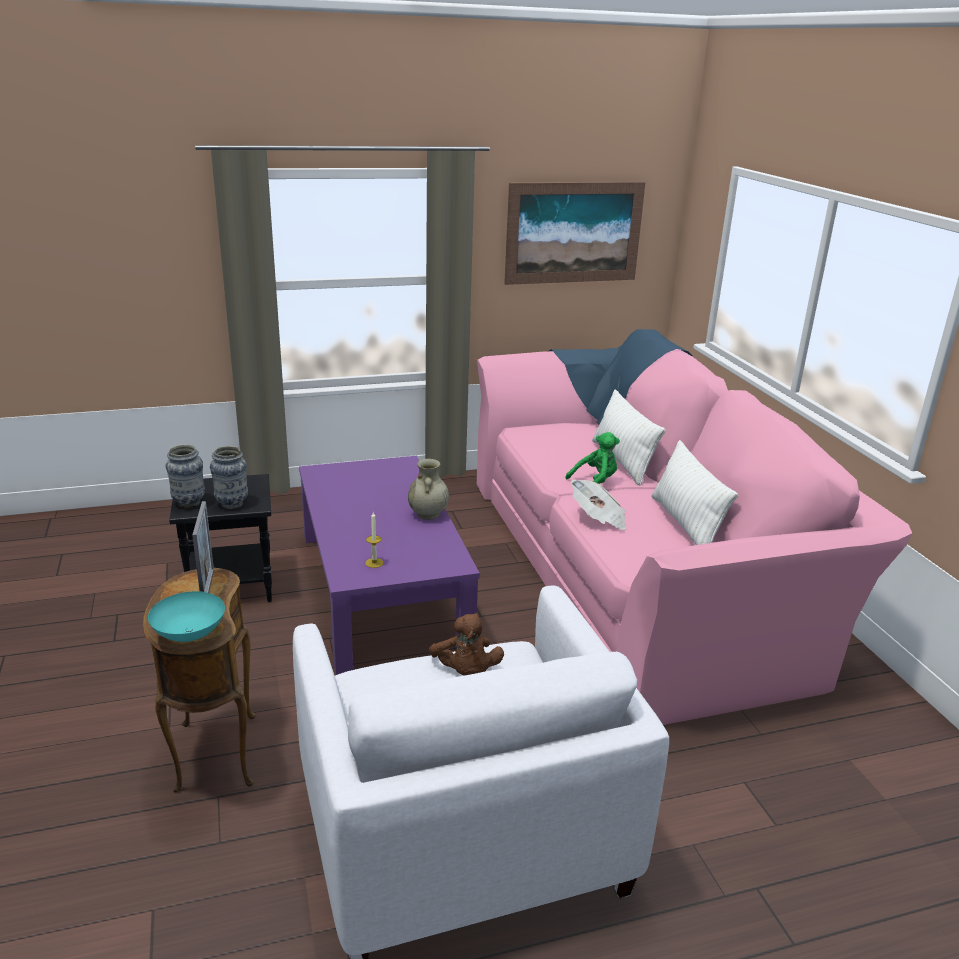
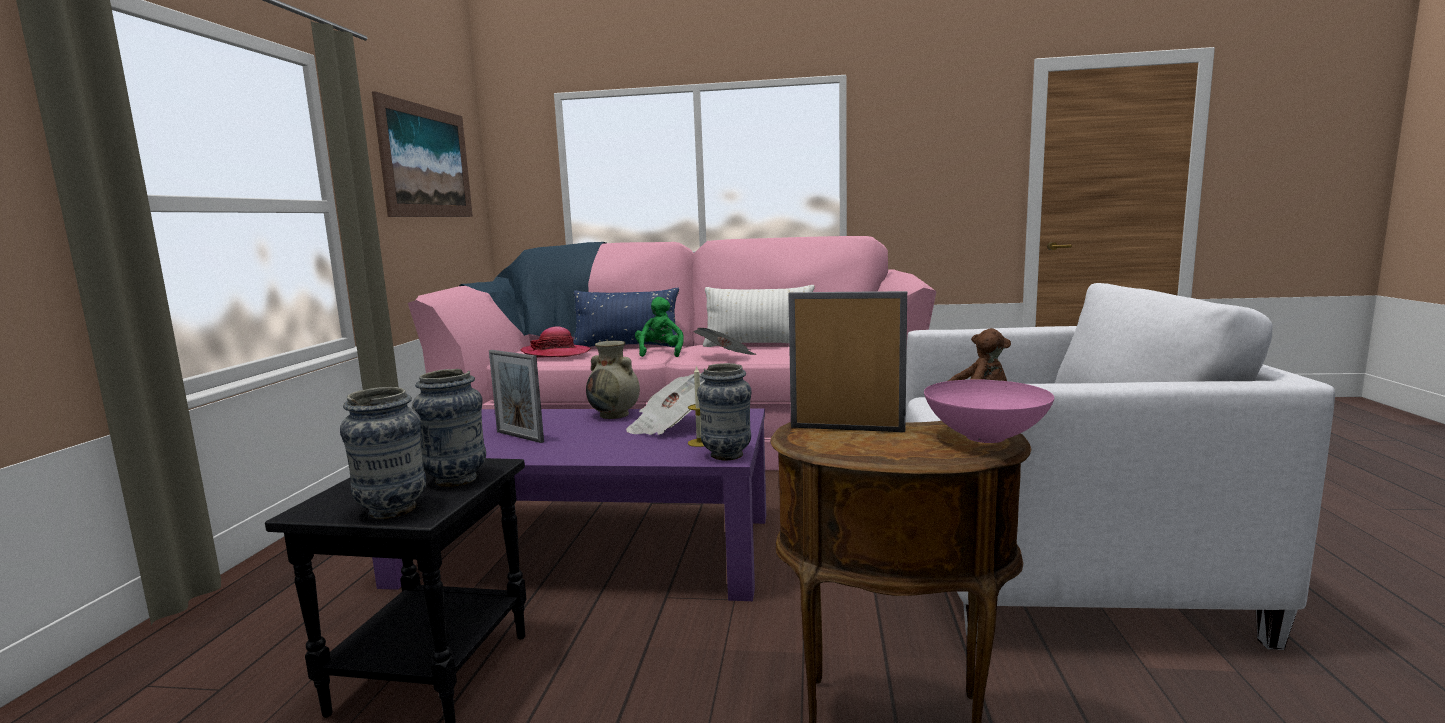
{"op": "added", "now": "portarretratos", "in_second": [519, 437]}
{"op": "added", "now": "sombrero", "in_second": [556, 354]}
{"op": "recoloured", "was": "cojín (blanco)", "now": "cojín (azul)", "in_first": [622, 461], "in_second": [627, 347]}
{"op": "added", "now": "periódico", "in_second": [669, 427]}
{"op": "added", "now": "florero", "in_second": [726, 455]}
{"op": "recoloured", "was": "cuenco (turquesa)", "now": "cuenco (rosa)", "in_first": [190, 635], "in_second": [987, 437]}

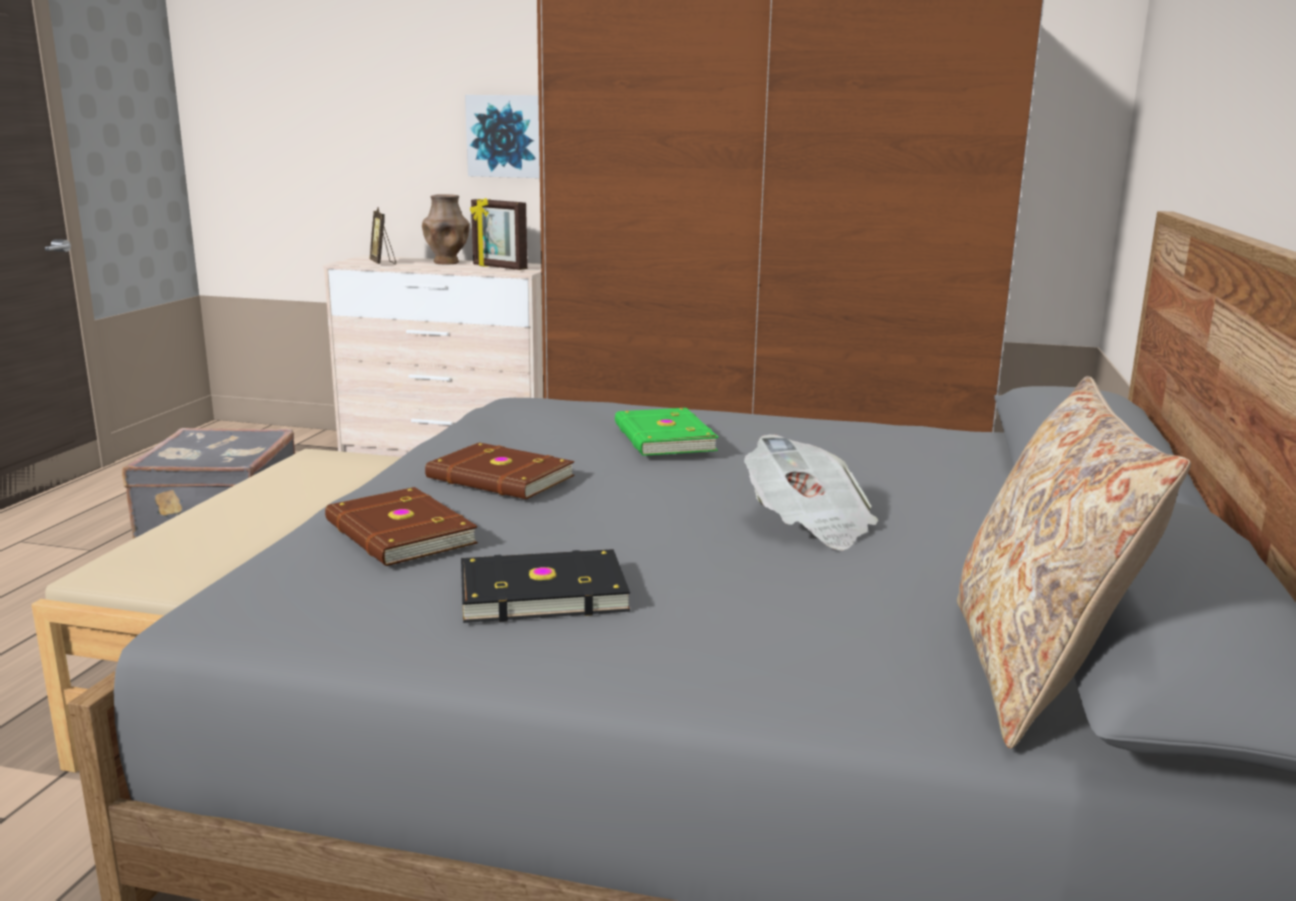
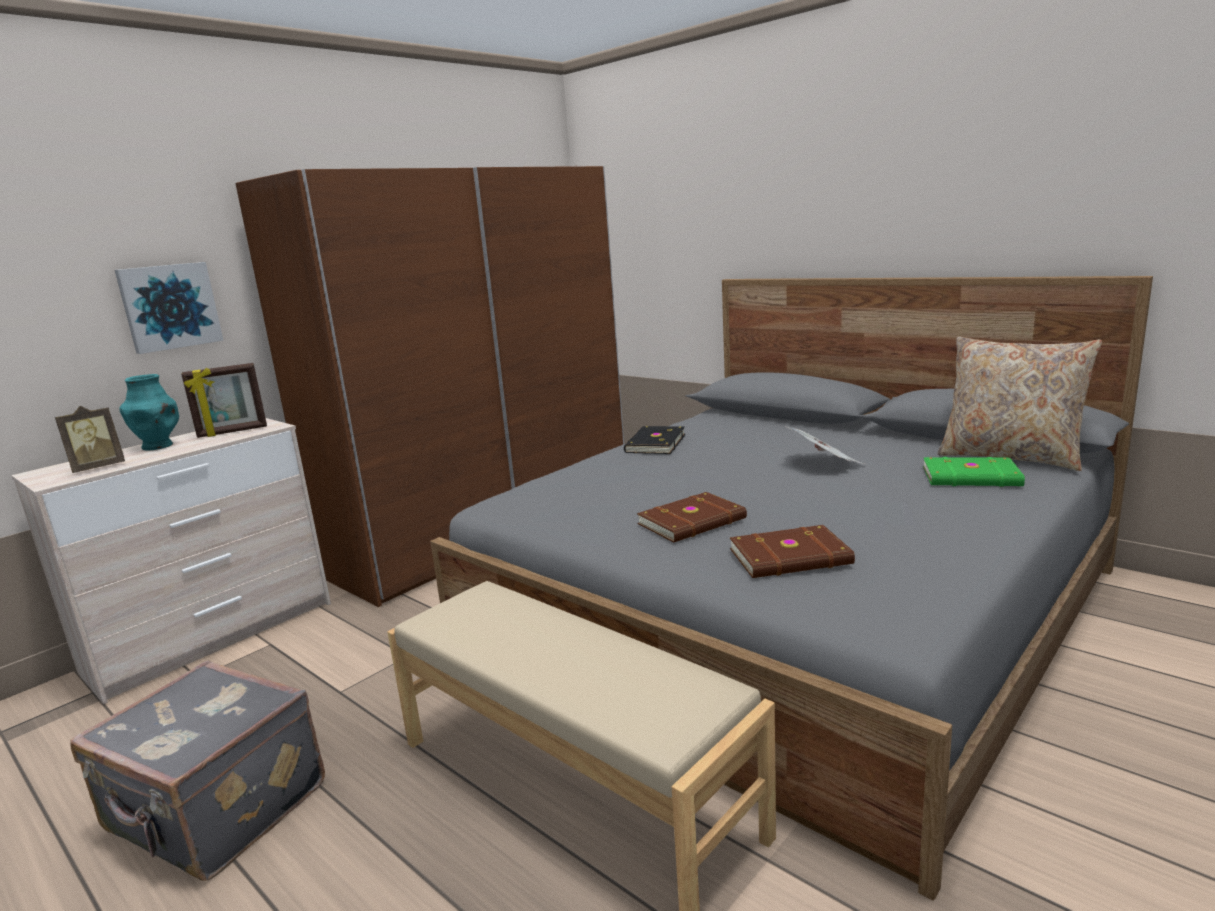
{"op": "turned", "was": "portarretratos", "in_first": [383, 263], "in_second": [98, 467], "clockwise": -45}
{"op": "recoloured", "was": "florero (marrón)", "now": "florero (turquesa)", "in_first": [447, 262], "in_second": [158, 446]}
{"op": "moved", "was": "libro (negro)", "in_first": [541, 592], "in_second": [654, 444]}
{"op": "moved", "was": "libro (verde)", "in_first": [662, 438], "in_second": [972, 477]}

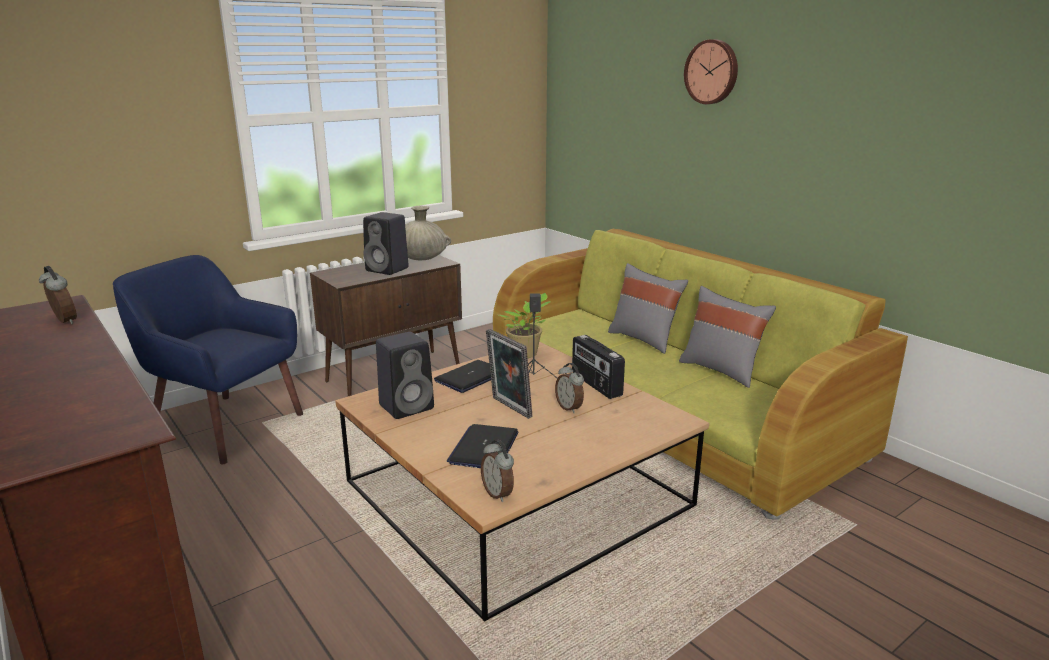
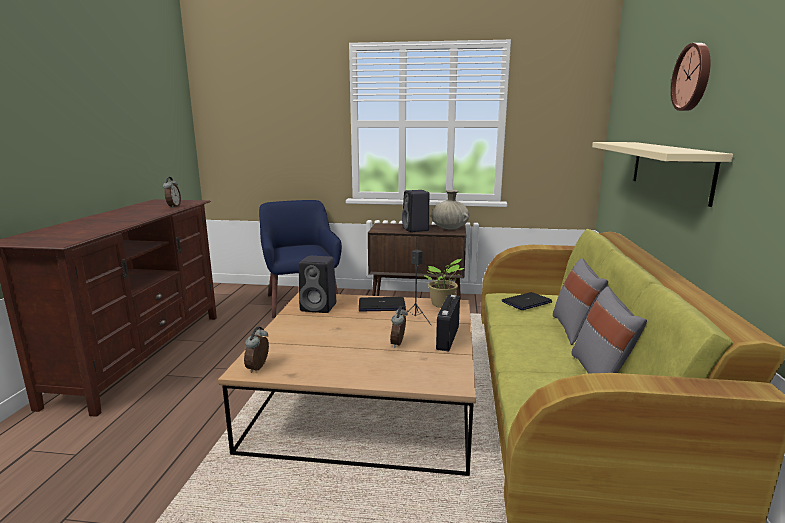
{"op": "moved", "was": "portátil", "in_first": [484, 448], "in_second": [526, 302]}
{"op": "added", "now": "estante (beis)", "in_second": [669, 169]}
{"op": "removed", "was": "portarretratos", "in_first": [509, 408]}

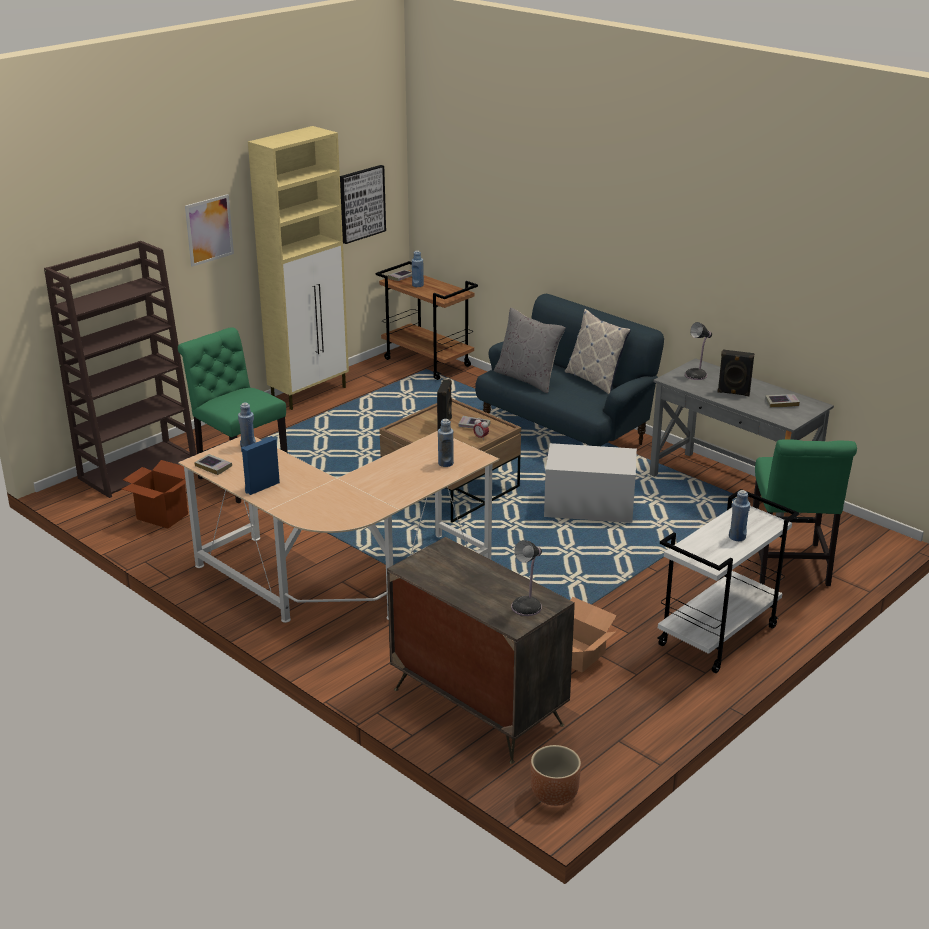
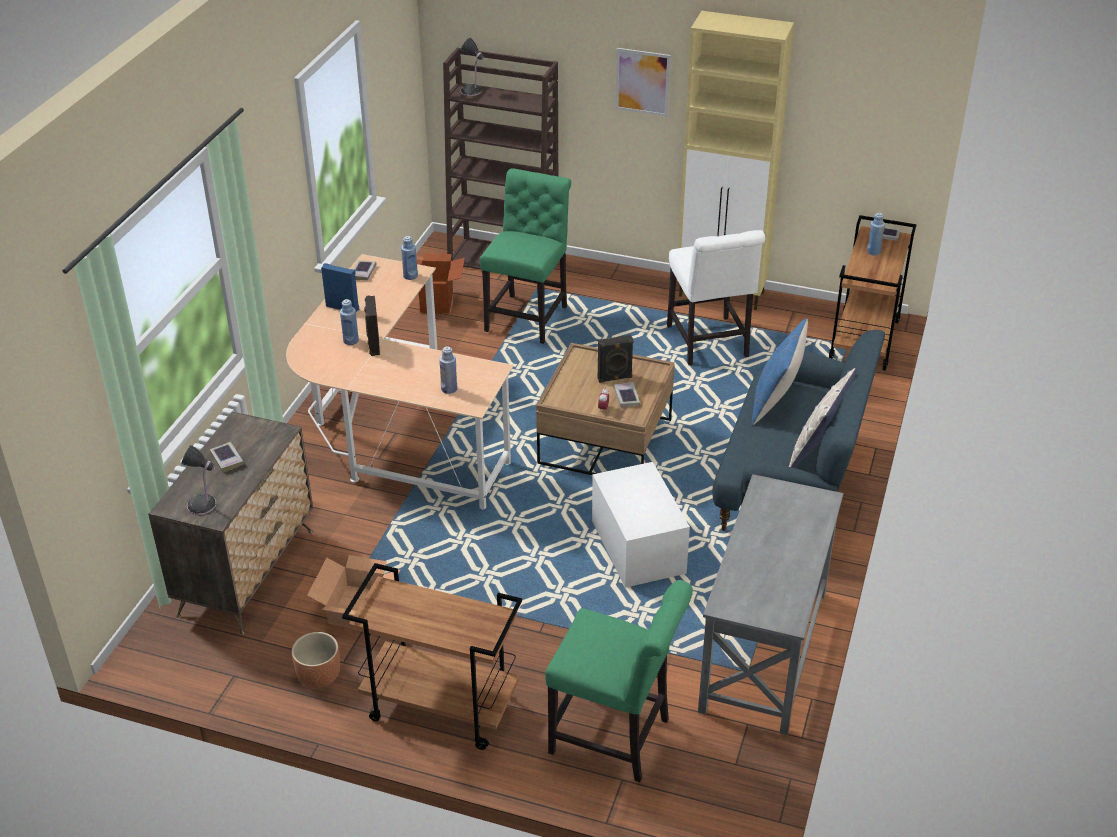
{"op": "moved", "was": "libro", "in_first": [781, 403], "in_second": [227, 459]}
{"op": "moved", "was": "maceta (marrón)", "in_first": [555, 794], "in_second": [319, 676]}
{"op": "moved", "was": "botella (azul)", "in_first": [737, 537], "in_second": [351, 341]}
{"op": "recoloured", "was": "carrito (blanco)", "now": "carrito (marrón)", "in_first": [718, 637], "in_second": [439, 708]}
{"op": "moved", "was": "altavoz (negro)", "in_first": [733, 393], "in_second": [373, 345]}
{"op": "moved", "was": "lámpara de mesa", "in_first": [697, 375], "in_second": [472, 91]}
{"op": "turned", "was": "silla (verde)", "in_first": [789, 567], "in_second": [615, 738], "clockwise": -135}
{"op": "added", "now": "silla (blanco)", "in_second": [709, 344]}
{"op": "recoloured", "was": "cojín (gris)", "now": "cojín (azul)", "in_first": [527, 379], "in_second": [776, 402]}
{"op": "removed", "was": "cuadro", "in_first": [361, 203]}

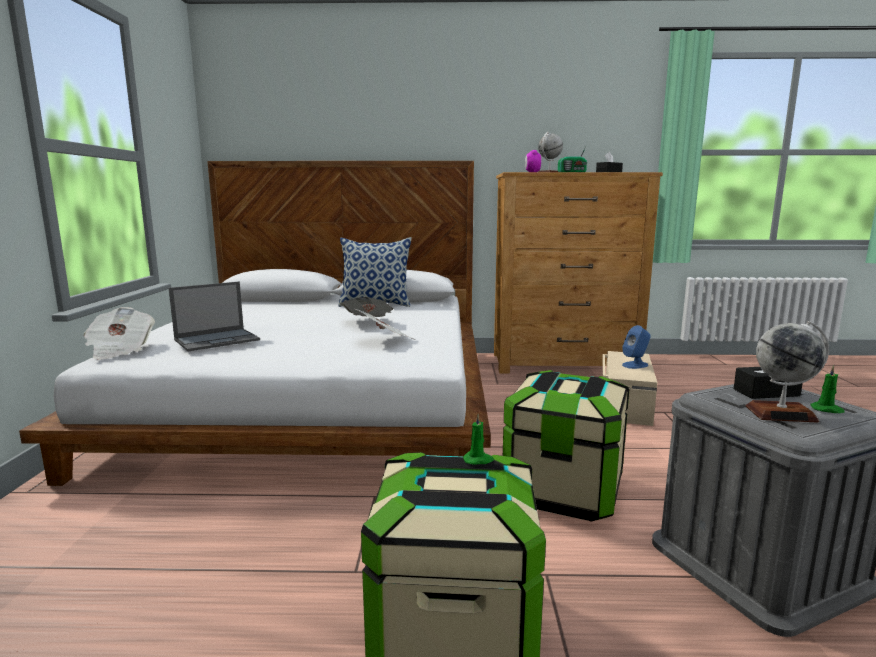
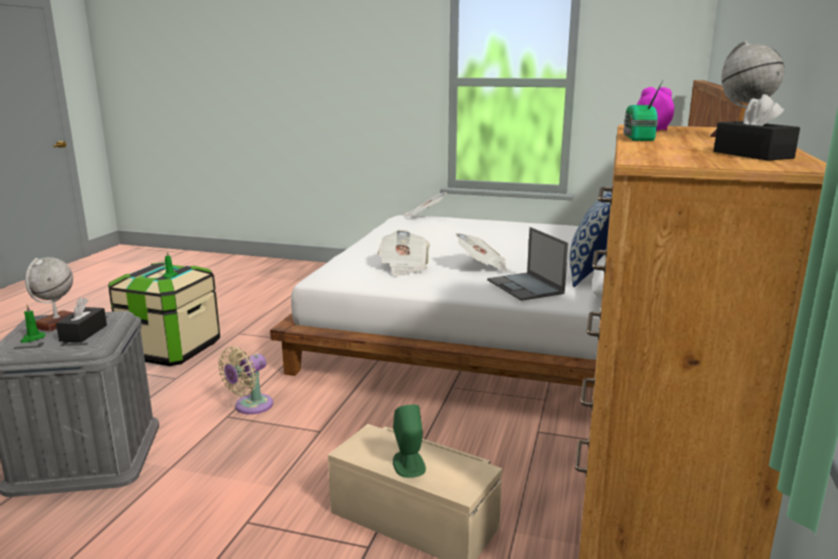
{"op": "replaced", "was": "caja de almacenaje", "now": "ventilador (beis)", "in_first": [563, 490], "in_second": [250, 406]}
{"op": "recoloured", "was": "altavoz (azul)", "now": "altavoz (verde)", "in_first": [635, 365], "in_second": [409, 464]}
{"op": "moved", "was": "portátil", "in_first": [218, 340], "in_second": [525, 287]}

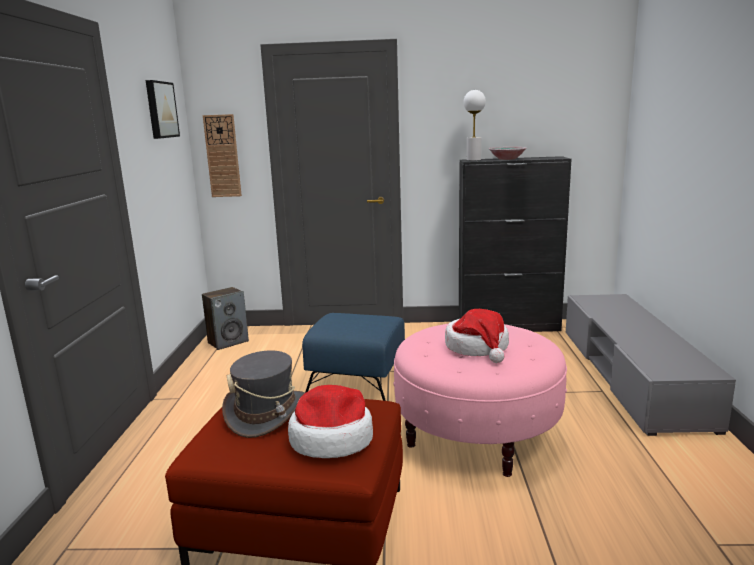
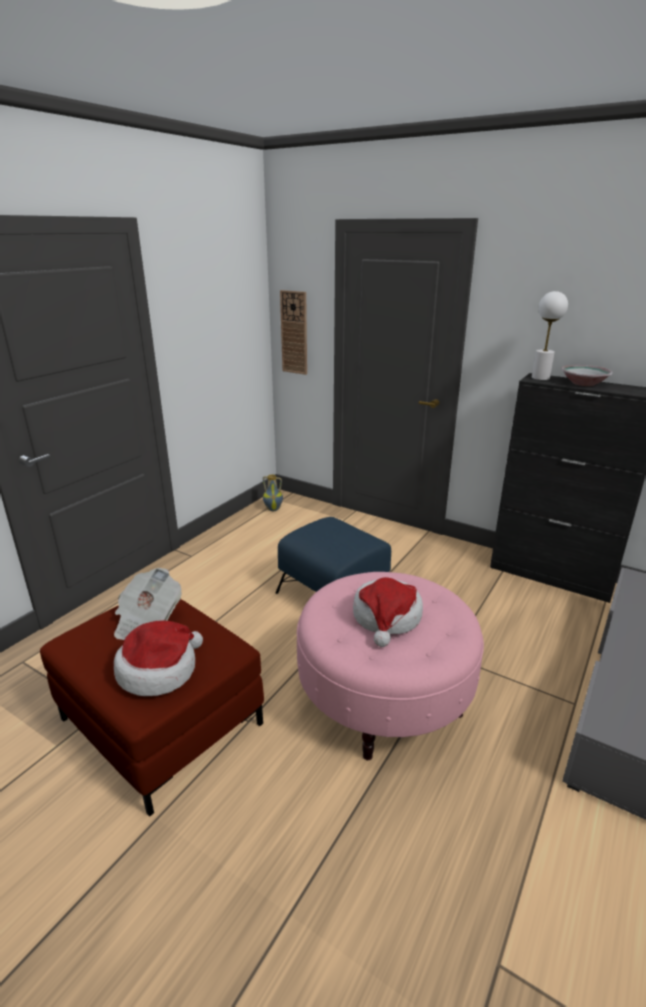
{"op": "replaced", "was": "sombrero (gris)", "now": "periódico", "in_first": [266, 413], "in_second": [147, 620]}
{"op": "replaced", "was": "altavoz", "now": "florero", "in_first": [228, 342], "in_second": [273, 509]}
{"op": "removed", "was": "cuadro", "in_first": [160, 110]}

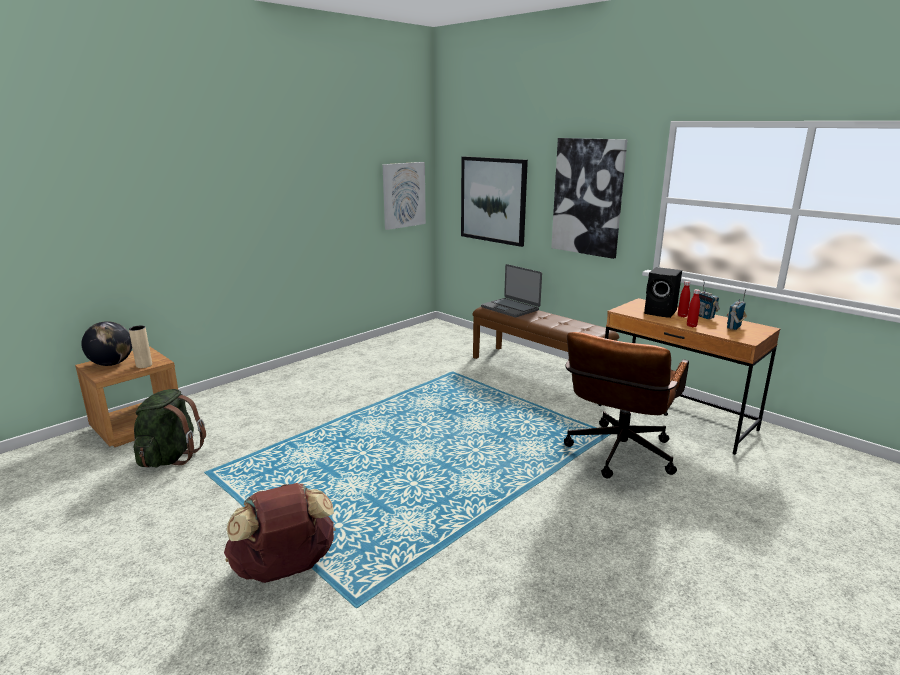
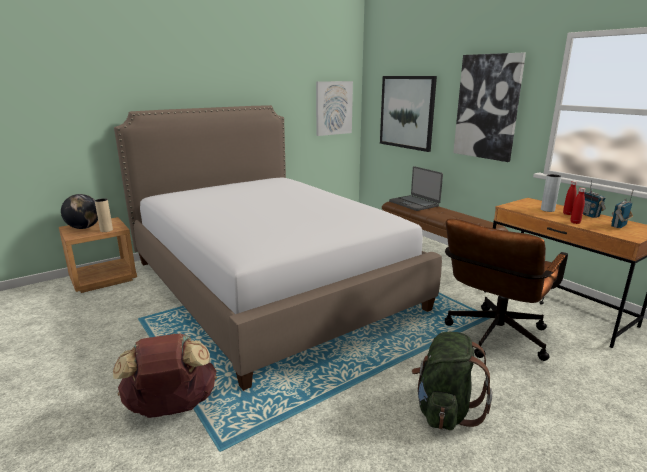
{"op": "added", "now": "cama", "in_second": [269, 284]}
{"op": "moved", "was": "mochila (verde)", "in_first": [170, 457], "in_second": [444, 410]}
{"op": "replaced", "was": "altavoz (negro)", "now": "florero (gris)", "in_first": [661, 312], "in_second": [547, 210]}

